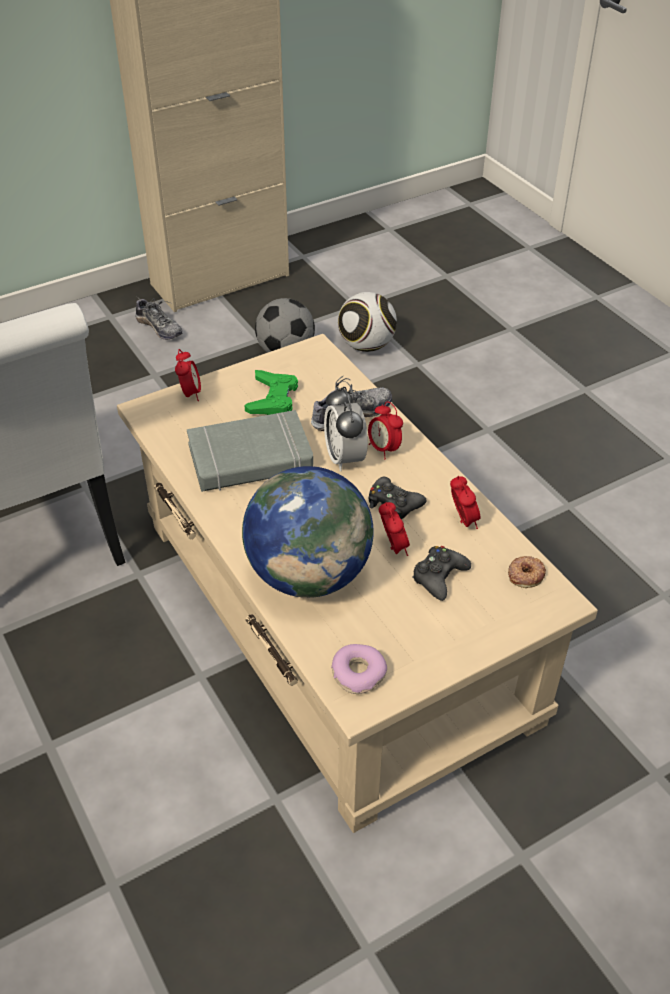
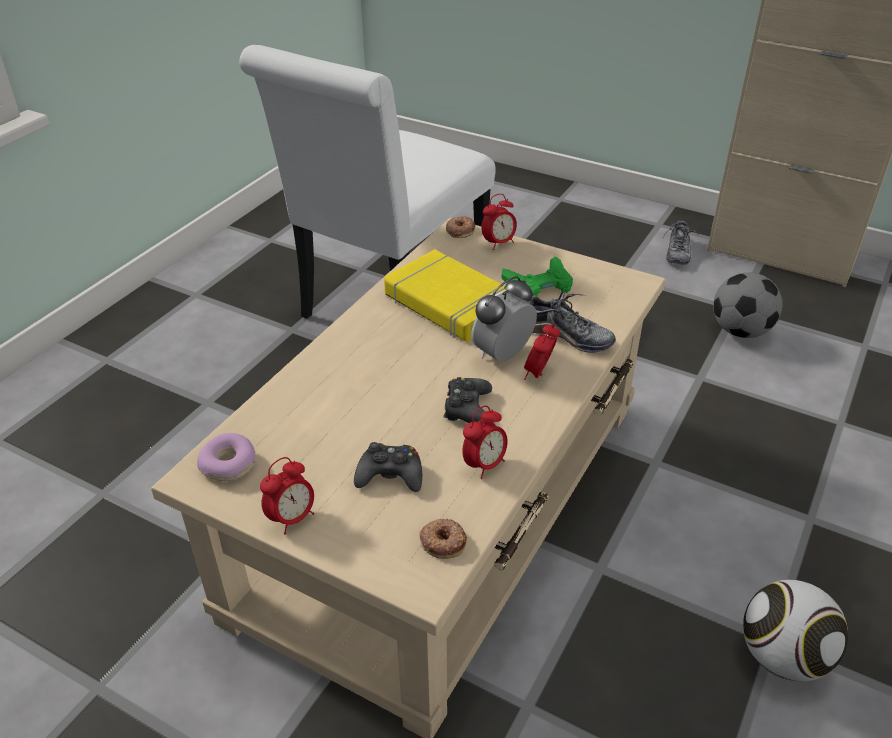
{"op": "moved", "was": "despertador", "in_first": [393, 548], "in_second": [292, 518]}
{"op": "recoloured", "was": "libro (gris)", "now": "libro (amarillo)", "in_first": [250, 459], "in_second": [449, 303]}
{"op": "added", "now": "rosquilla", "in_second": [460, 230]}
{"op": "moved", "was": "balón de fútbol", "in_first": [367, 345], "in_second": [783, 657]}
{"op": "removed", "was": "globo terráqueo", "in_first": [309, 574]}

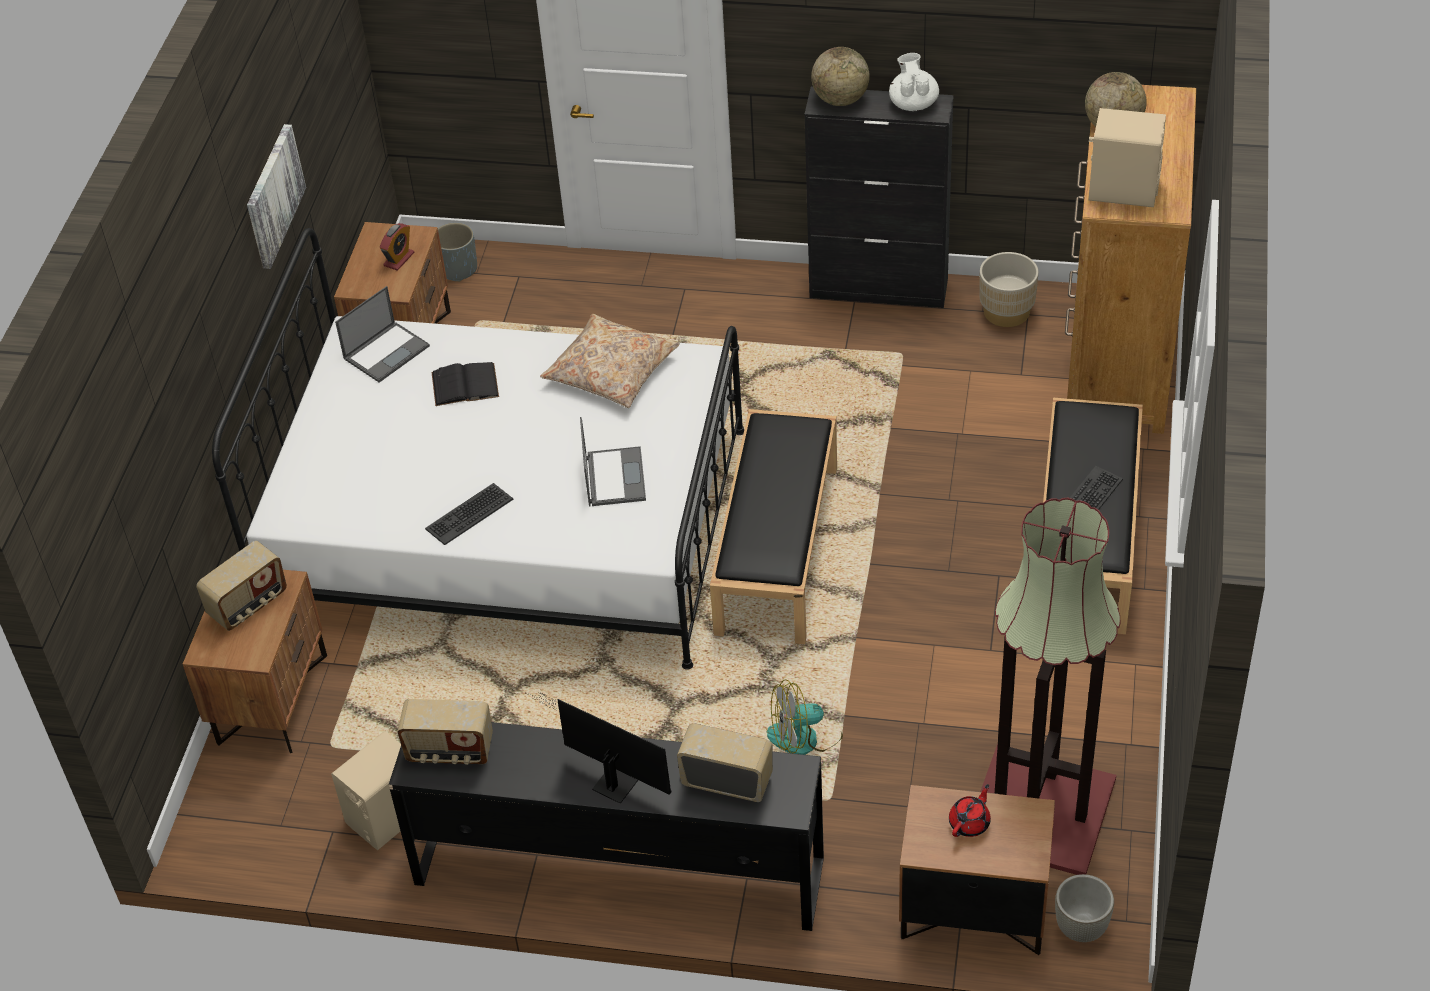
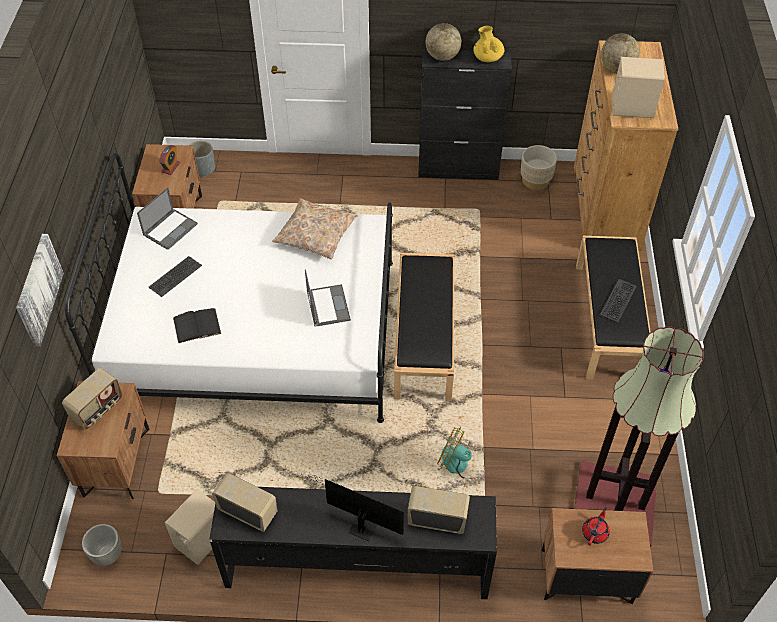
{"op": "moved", "was": "cuadro", "in_first": [273, 195], "in_second": [38, 289]}
{"op": "moved", "was": "maceta (gris)", "in_first": [1080, 928], "in_second": [107, 554]}
{"op": "moved", "was": "teclado", "in_first": [469, 514], "in_second": [175, 276]}
{"op": "moved", "was": "libro (negro)", "in_first": [465, 384], "in_second": [197, 325]}
{"op": "turned", "was": "radio", "in_first": [450, 751], "in_second": [248, 511], "clockwise": -150}
{"op": "turned", "was": "ventilador", "in_first": [804, 736], "in_second": [461, 463], "clockwise": 45}
{"op": "recoloured", "was": "tetera (blanco)", "now": "tetera (amarillo)", "in_first": [913, 103], "in_second": [487, 57]}

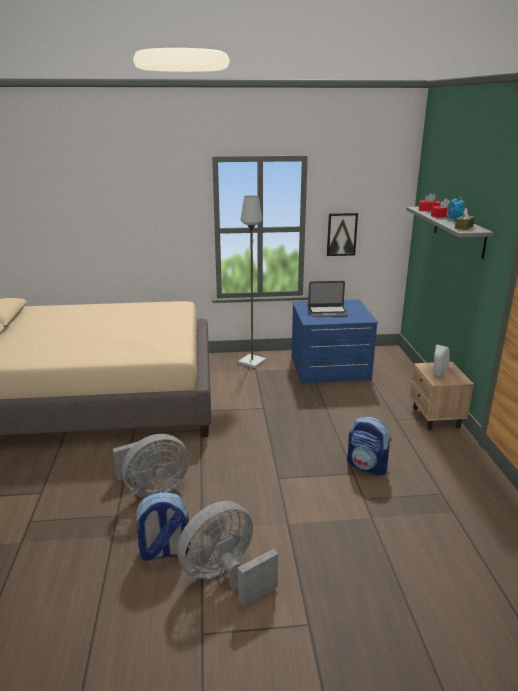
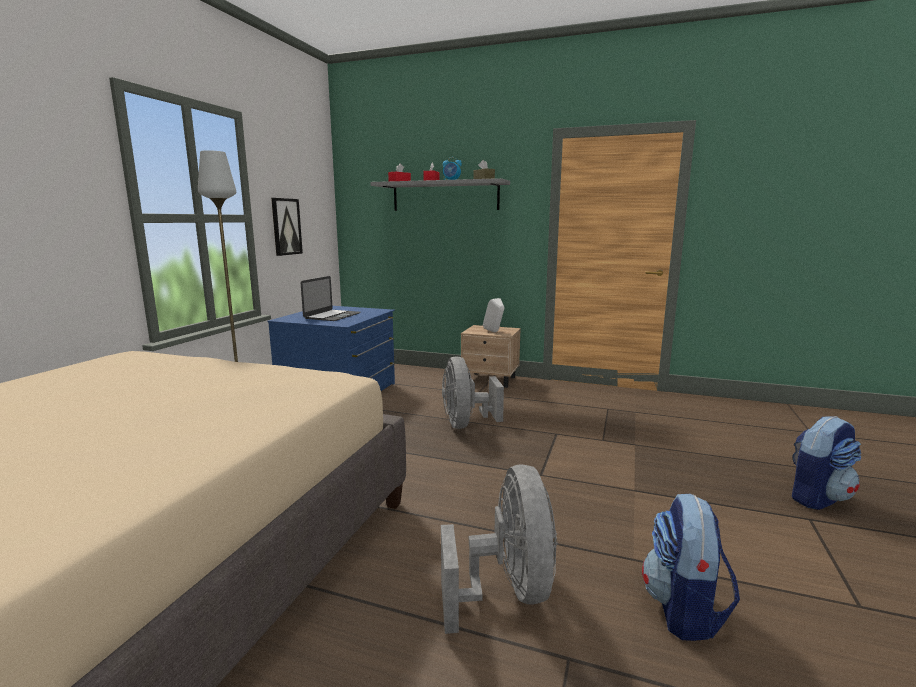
{"op": "moved", "was": "ventilador (gris)", "in_first": [225, 576], "in_second": [466, 424]}
{"op": "moved", "was": "mochila", "in_first": [367, 466], "in_second": [817, 497]}

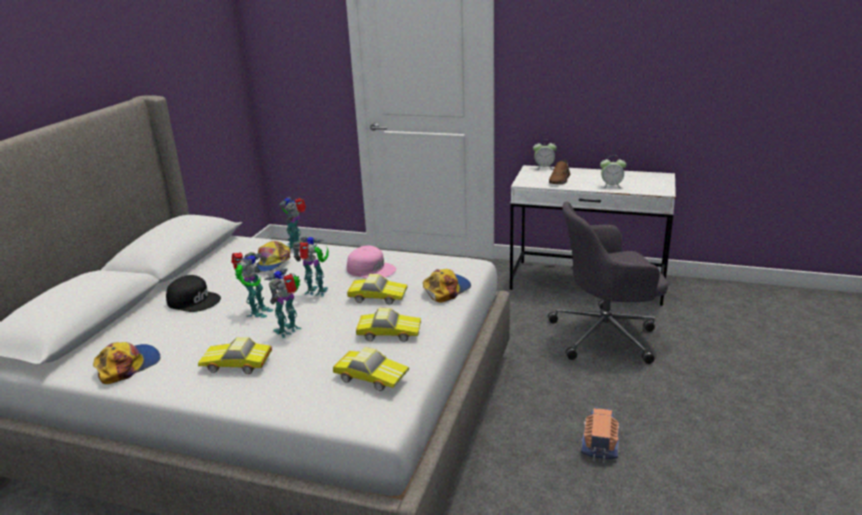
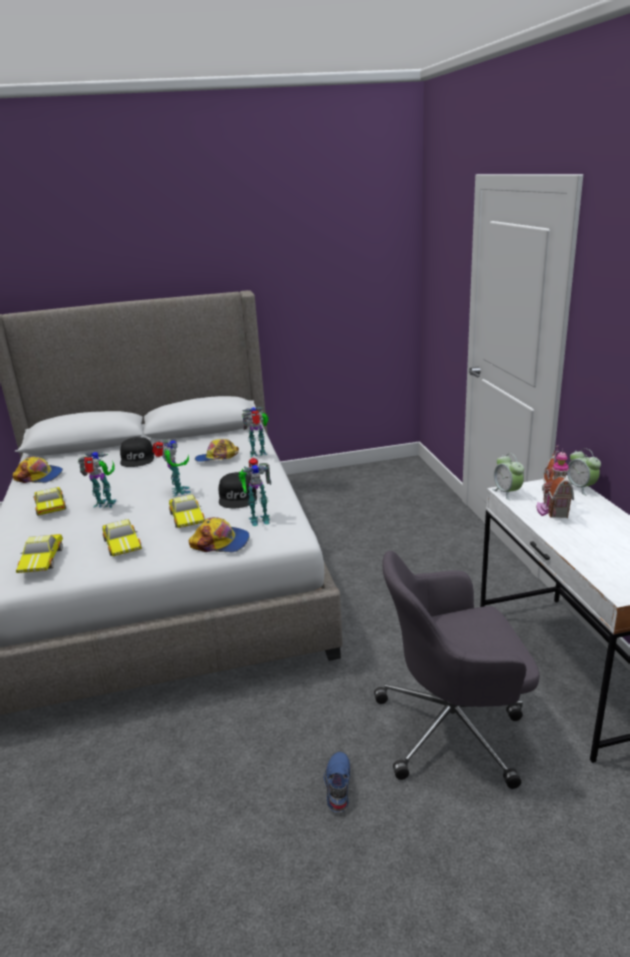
{"op": "recoloured", "was": "gorra (rosa)", "now": "gorra (negro)", "in_first": [371, 269], "in_second": [238, 497]}
{"op": "moved", "was": "robot de juguete", "in_first": [257, 312], "in_second": [258, 519]}
{"op": "added", "now": "zapato (azul)", "in_second": [337, 785]}
{"op": "turned", "was": "silla de oficina (gris)", "in_first": [606, 335], "in_second": [454, 728], "clockwise": -60}
{"op": "moved", "was": "despertador", "in_first": [611, 186], "in_second": [507, 493]}
{"op": "replaced", "was": "zapato (marrón)", "now": "casita", "in_first": [560, 180], "in_second": [551, 509]}
{"op": "removed", "was": "camión de juguete", "in_first": [599, 442]}

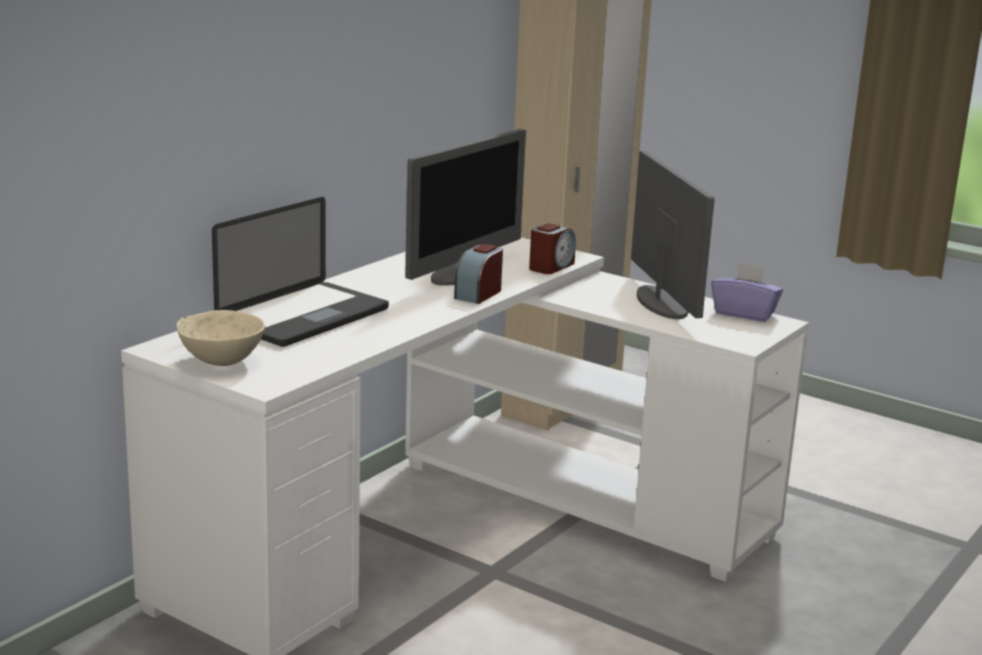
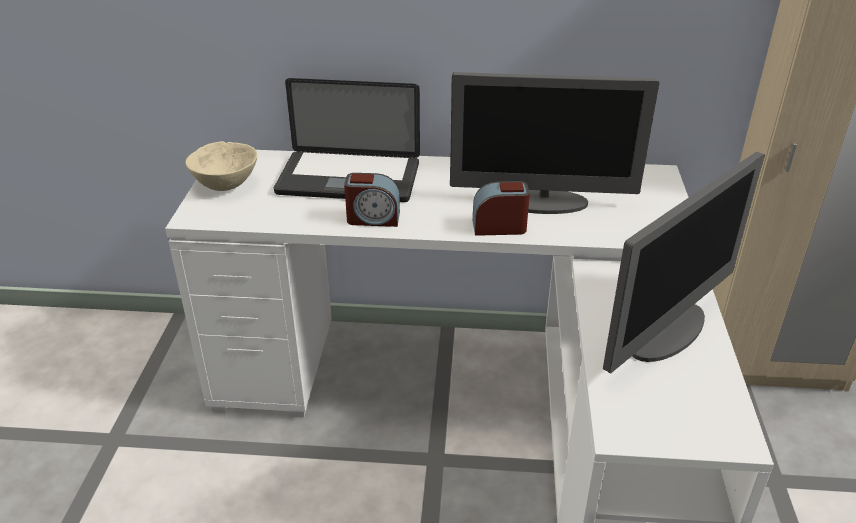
{"op": "moved", "was": "despertador", "in_first": [551, 267], "in_second": [373, 218]}
{"op": "removed", "was": "caja de pañuelos (morado)", "in_first": [744, 313]}

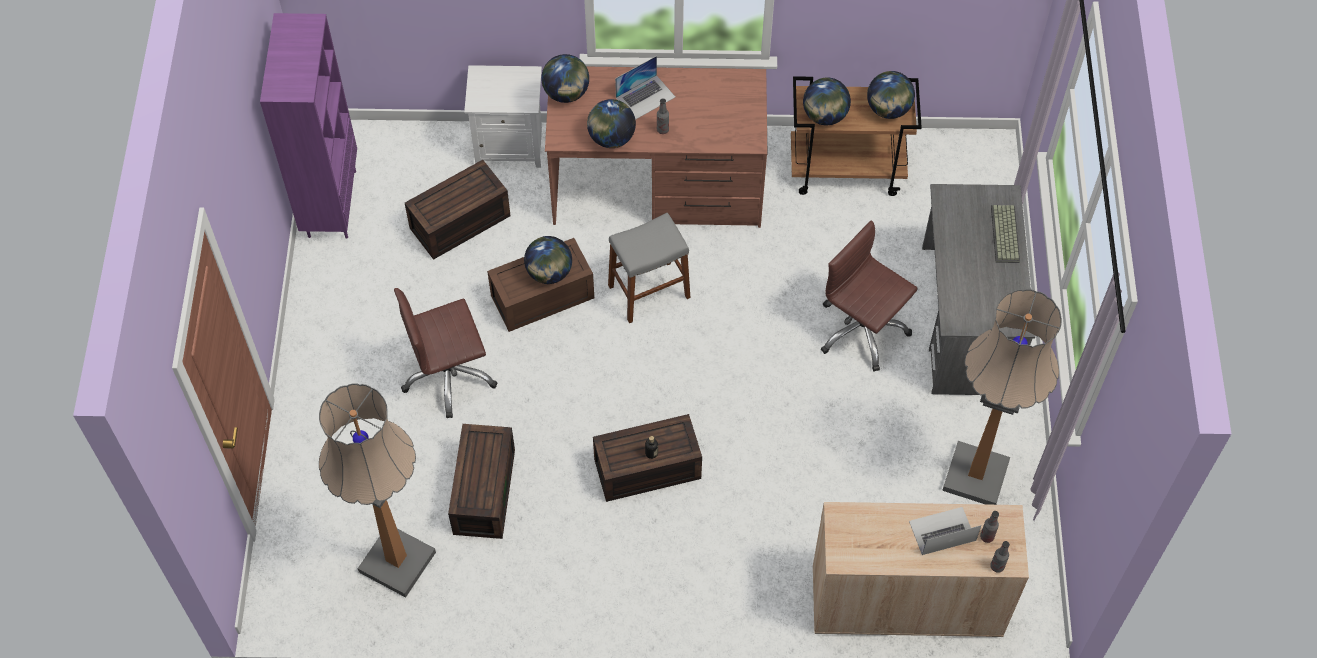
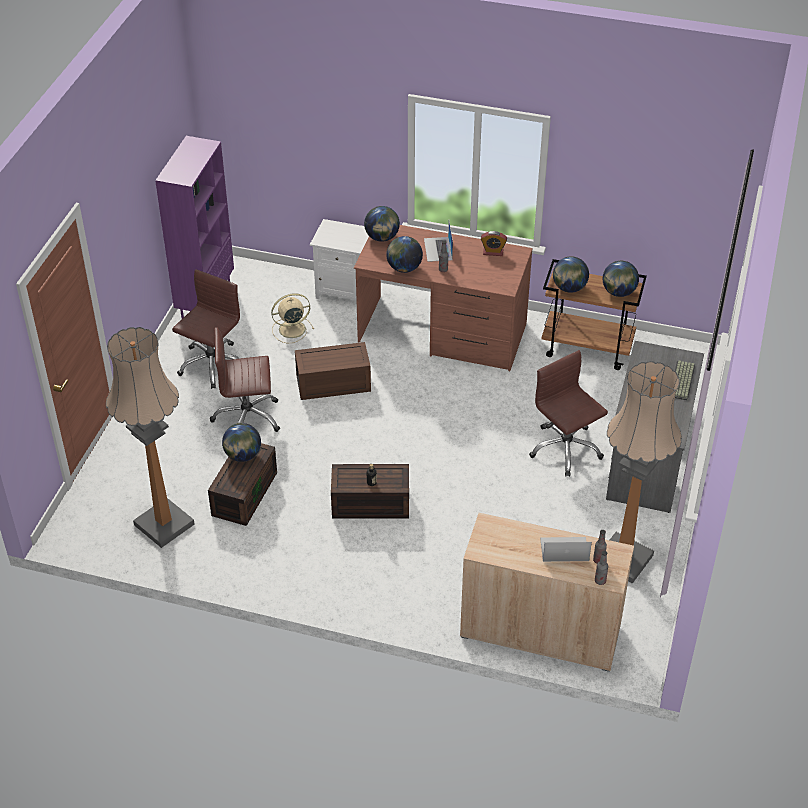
{"op": "added", "now": "silla de oficina (marrón)", "in_second": [212, 364]}
{"op": "moved", "was": "globo terráqueo", "in_first": [549, 273], "in_second": [243, 455]}
{"op": "replaced", "was": "caja de almacenaje (marrón)", "now": "ventilador (beis)", "in_first": [459, 223], "in_second": [291, 329]}
{"op": "turned", "was": "portátil", "in_first": [645, 97], "in_second": [438, 249], "clockwise": 105}
{"op": "added", "now": "despertador", "in_second": [493, 252]}
{"op": "removed", "was": "taburete (gris)", "in_first": [649, 291]}

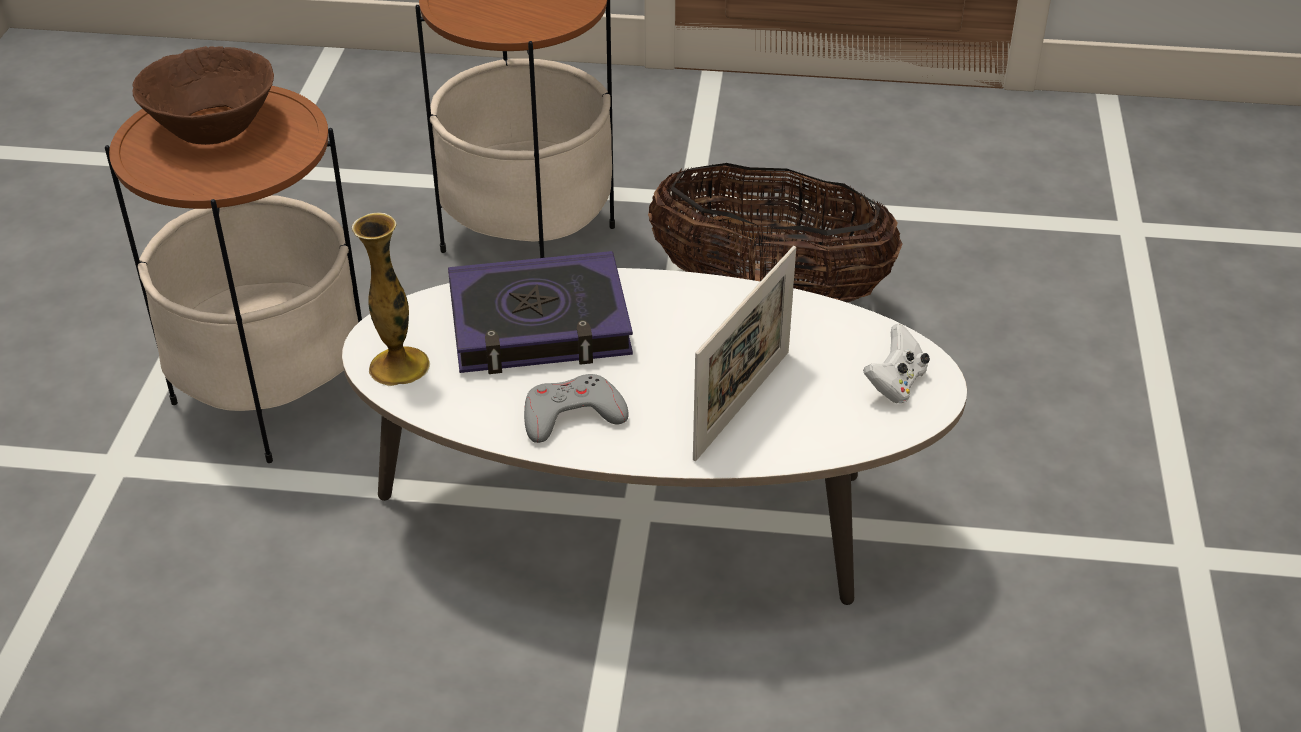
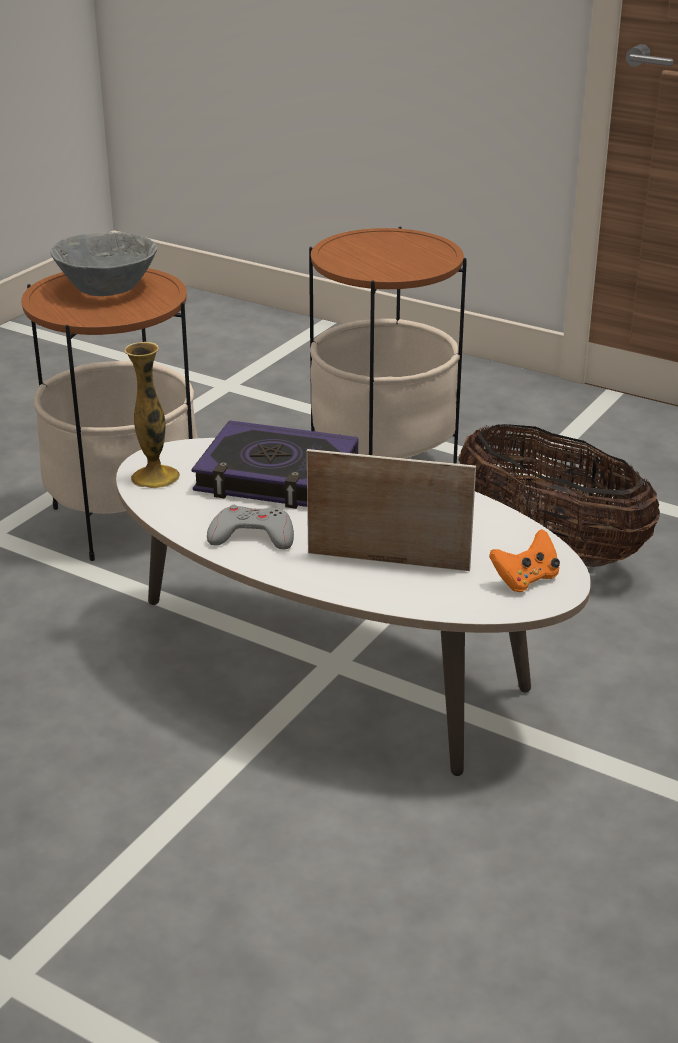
{"op": "recoloured", "was": "cuenco (marrón)", "now": "cuenco (gris)", "in_first": [214, 126], "in_second": [108, 288]}
{"op": "turned", "was": "portarretratos", "in_first": [742, 404], "in_second": [388, 561], "clockwise": -135}
{"op": "recoloured", "was": "mando de consola (blanco)", "now": "mando de consola (naranja)", "in_first": [895, 383], "in_second": [525, 579]}

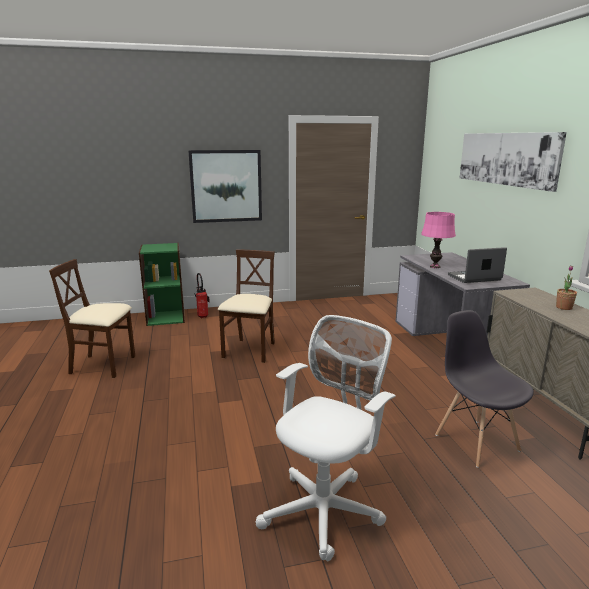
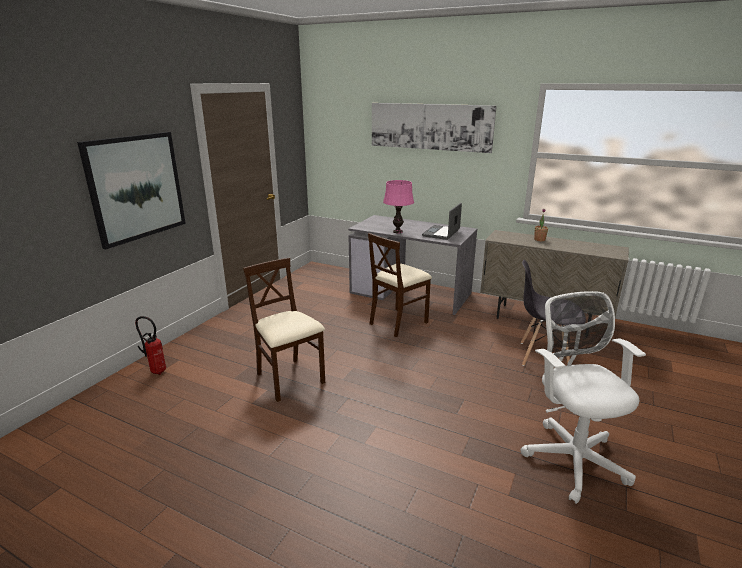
{"op": "moved", "was": "silla (beis)", "in_first": [103, 365], "in_second": [398, 322]}
{"op": "removed", "was": "estantería (verde)", "in_first": [166, 317]}

